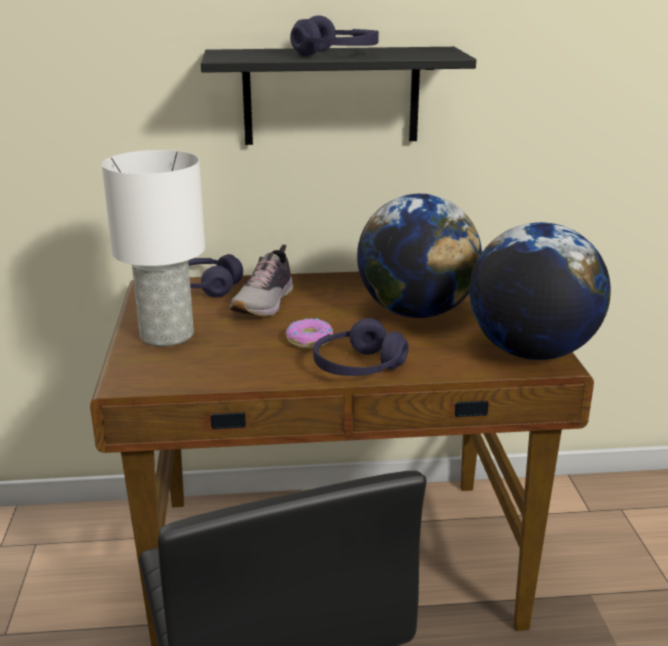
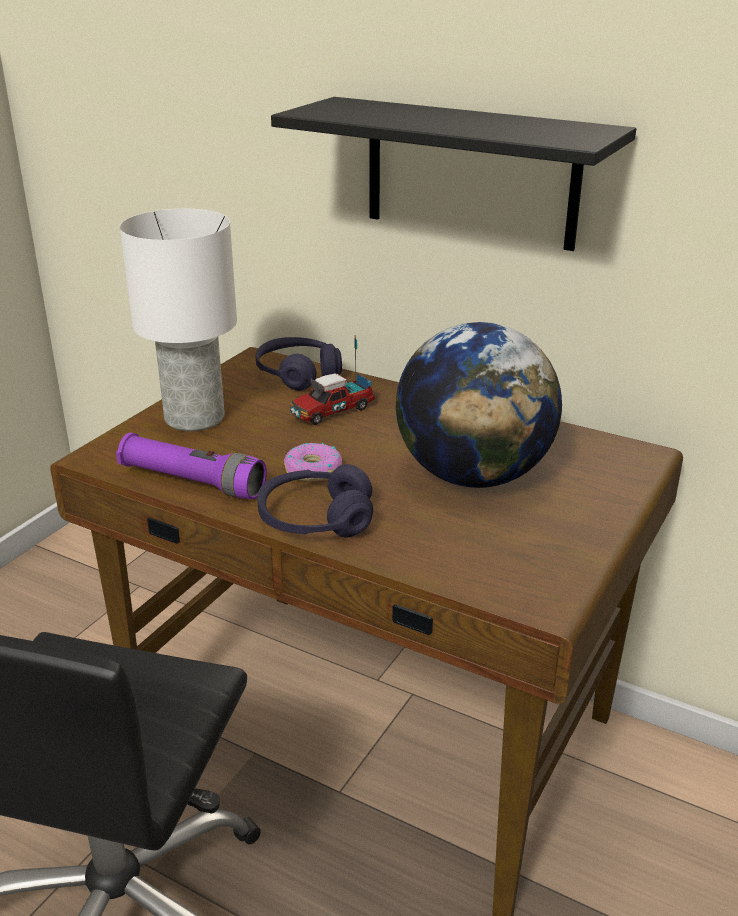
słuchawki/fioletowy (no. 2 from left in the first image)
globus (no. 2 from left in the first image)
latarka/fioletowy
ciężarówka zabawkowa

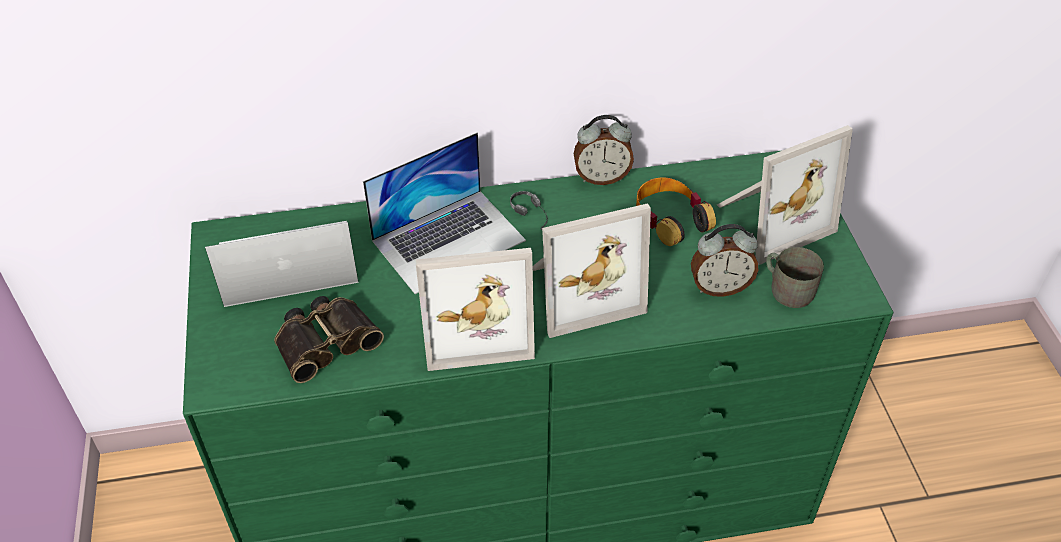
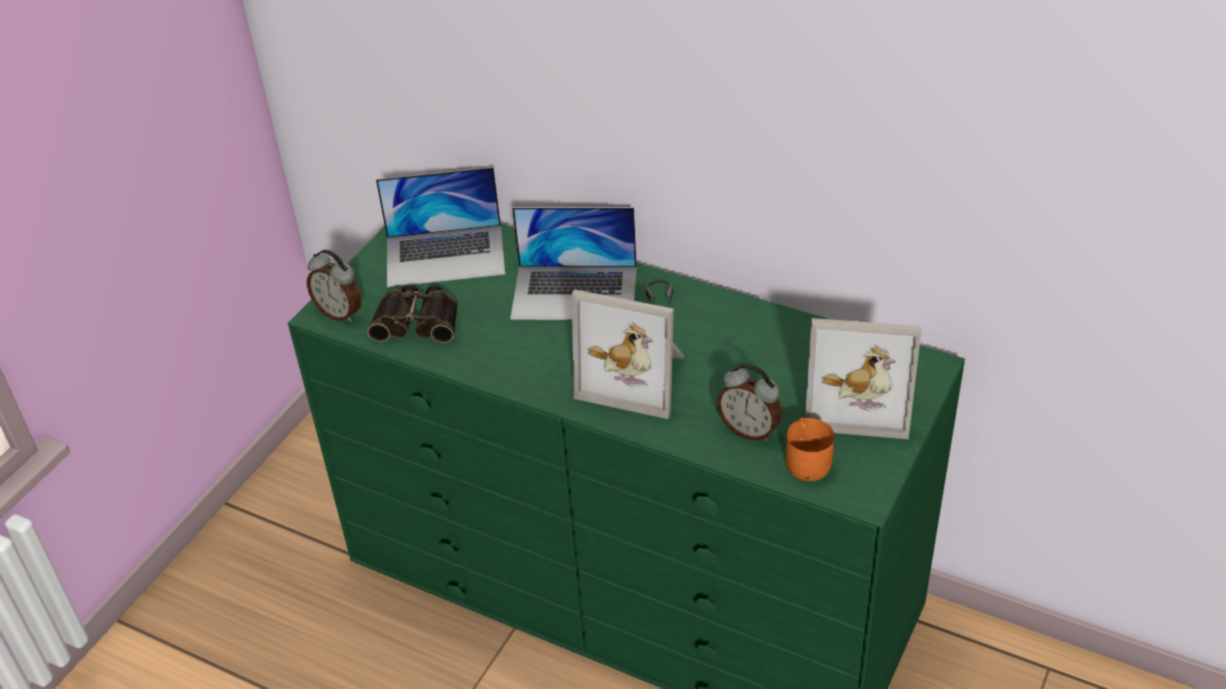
ramka na zdjęcie (no. 1 from left in the first image)
słuchawki (no. 2 from left in the first image)
budzik (no. 1 from left)
kubek/pomarańczowy
laptop (no. 1 from left)

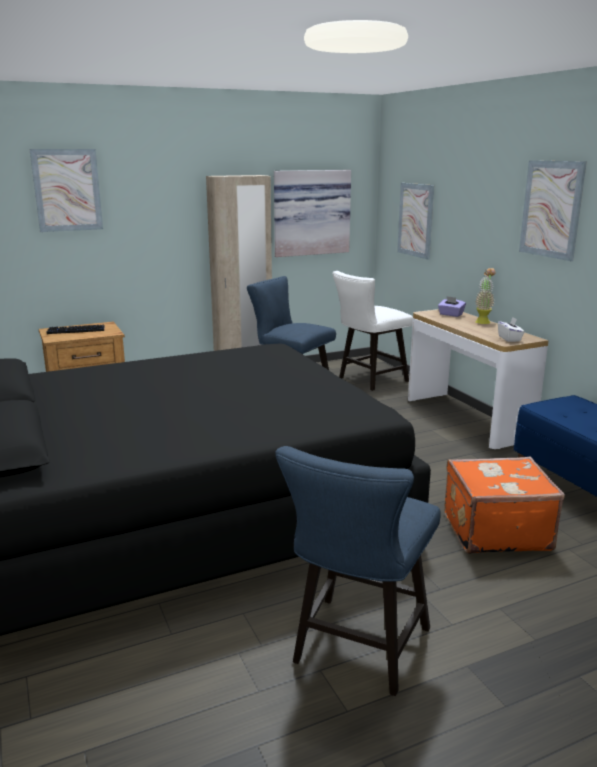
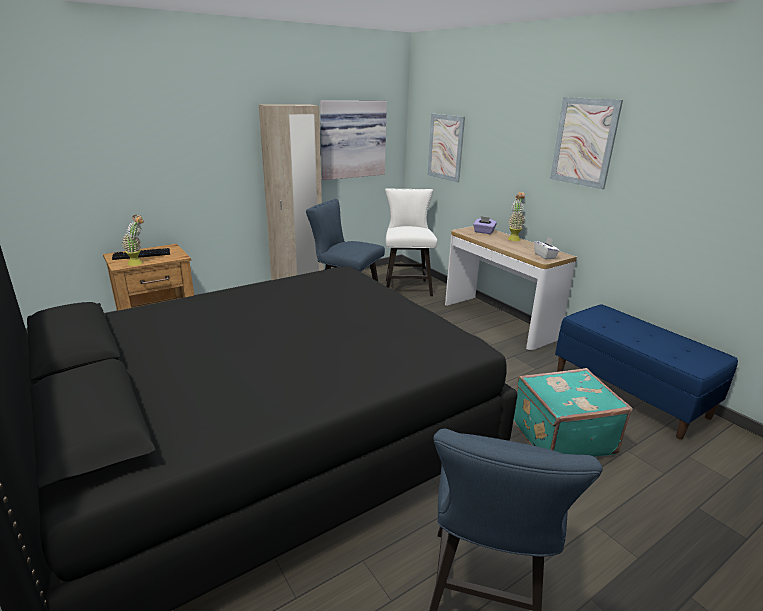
obraz (no. 1 from left in the first image)
roślina doniczkowa (no. 1 from left)
walizka/turkusowy
krzesło/biały

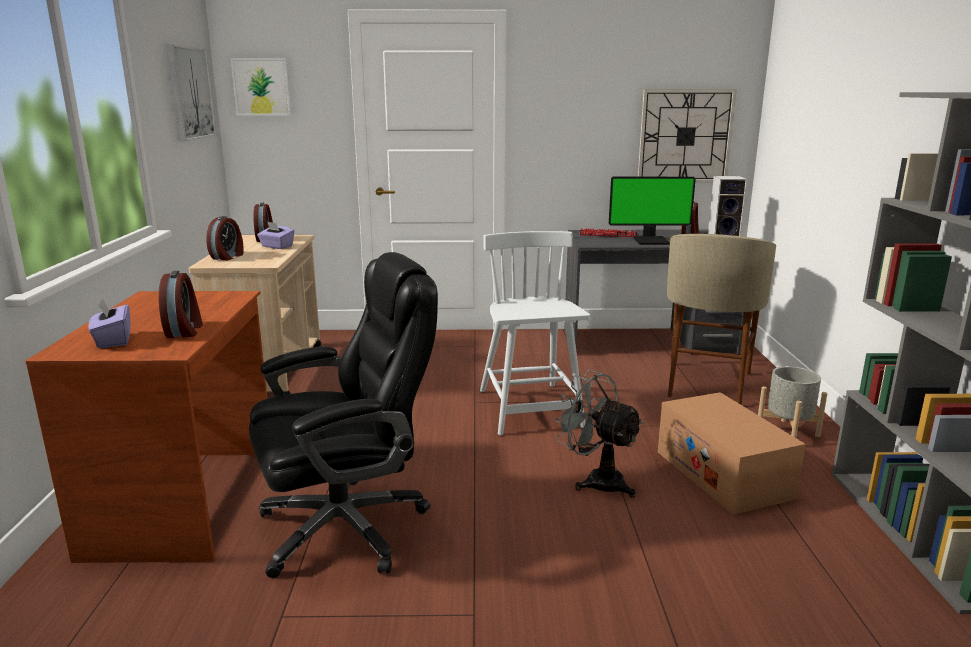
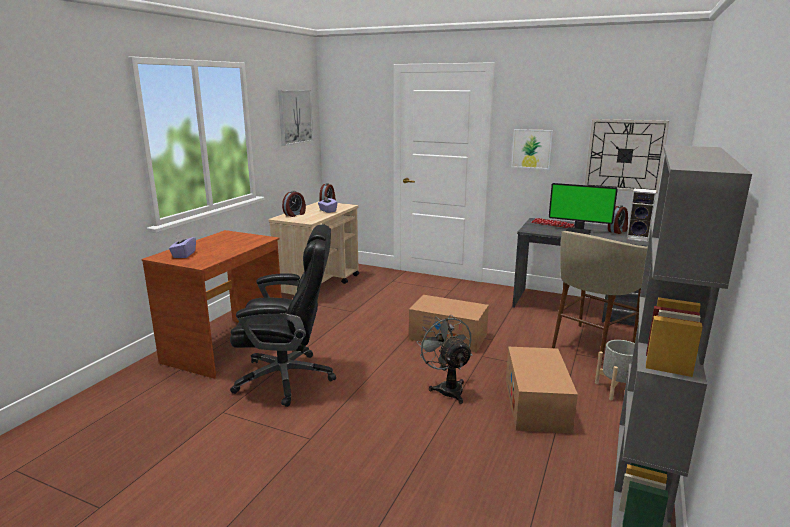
budzik (no. 1 from left in the first image)
obraz (no. 2 from left)
karton (no. 1 from left)

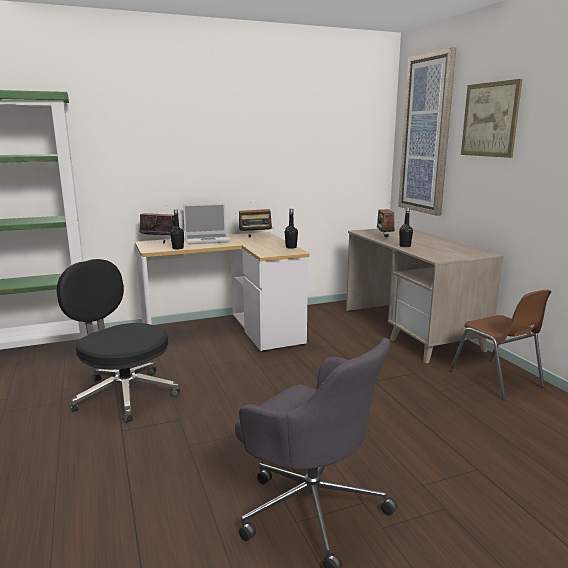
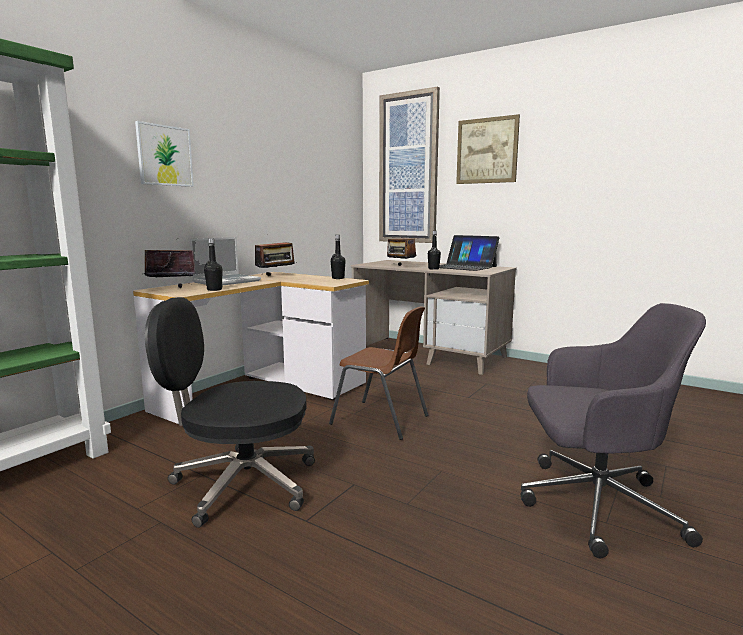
obraz (no. 1 from left)
laptop (no. 2 from left)
krzesło/brązowy

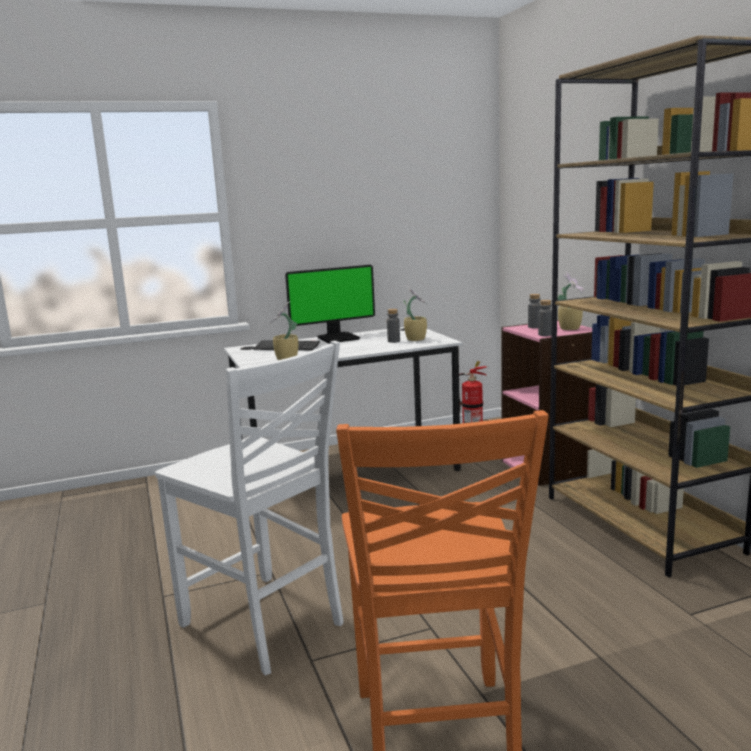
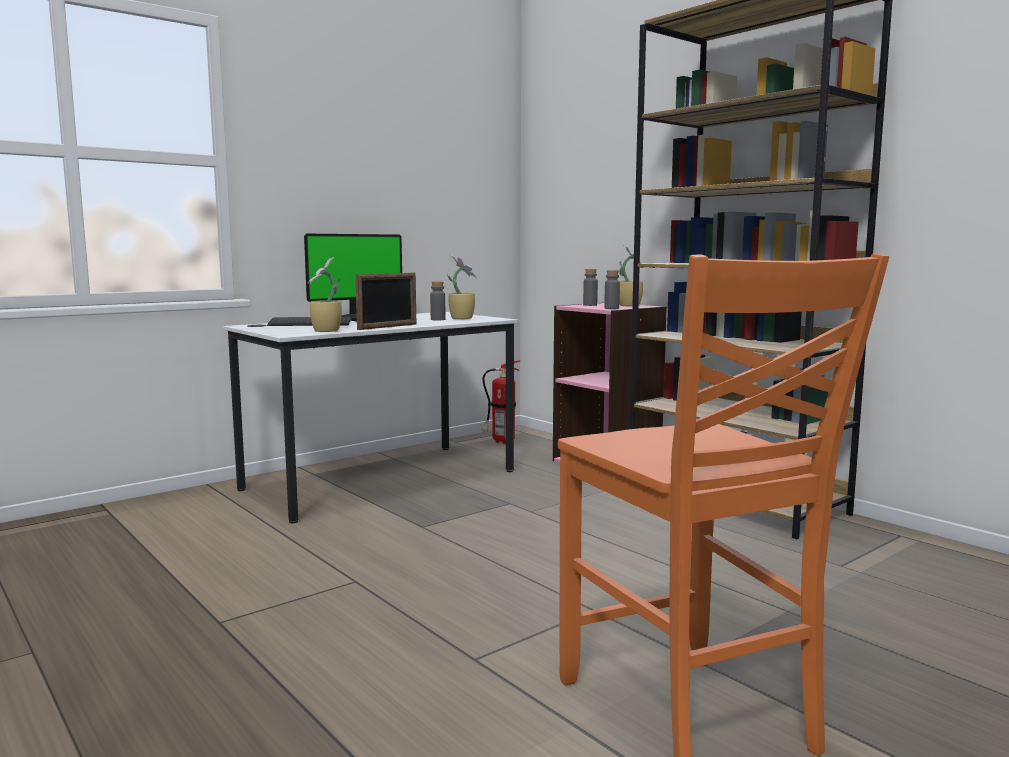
krzesło/biały
ramka na zdjęcie

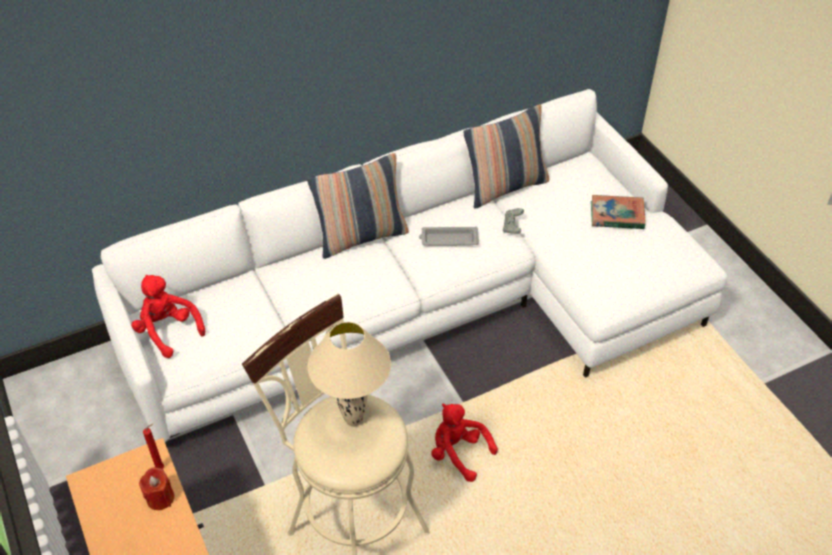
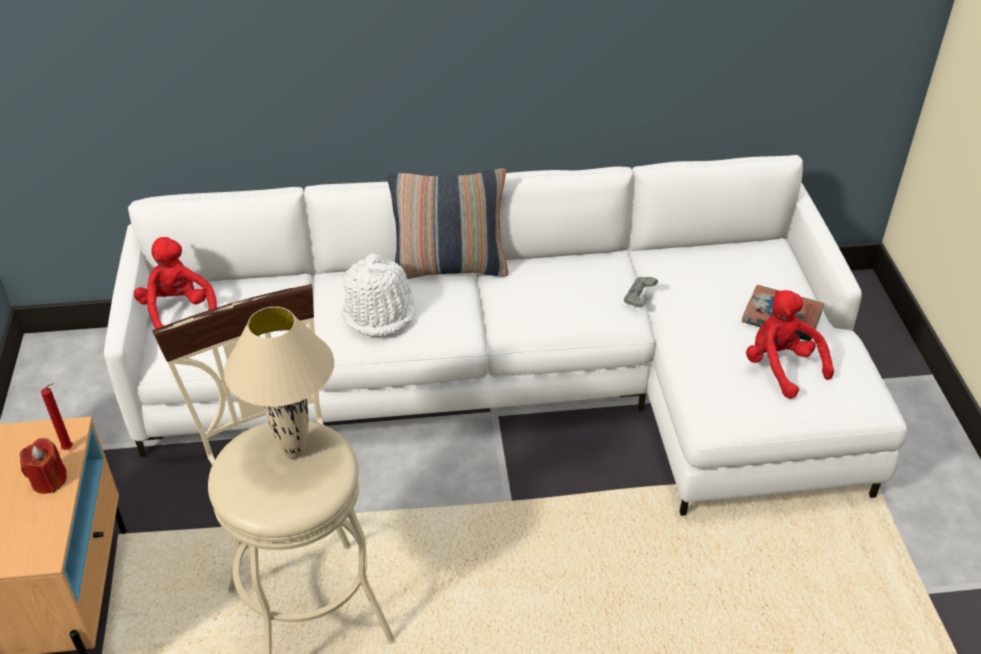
taca/szary
poduszka (no. 2 from left in the first image)
kapelusz/biały
pluszak/czerwony (no. 2 from left)

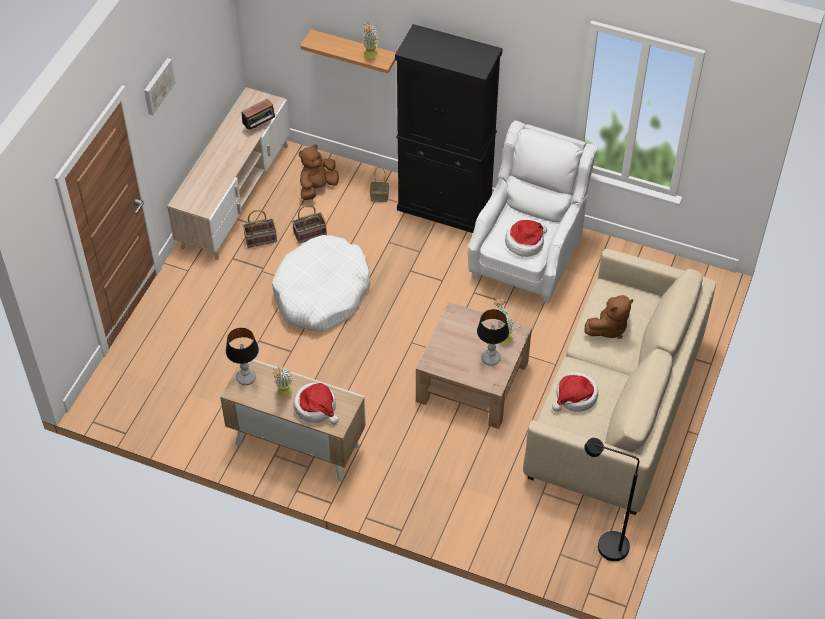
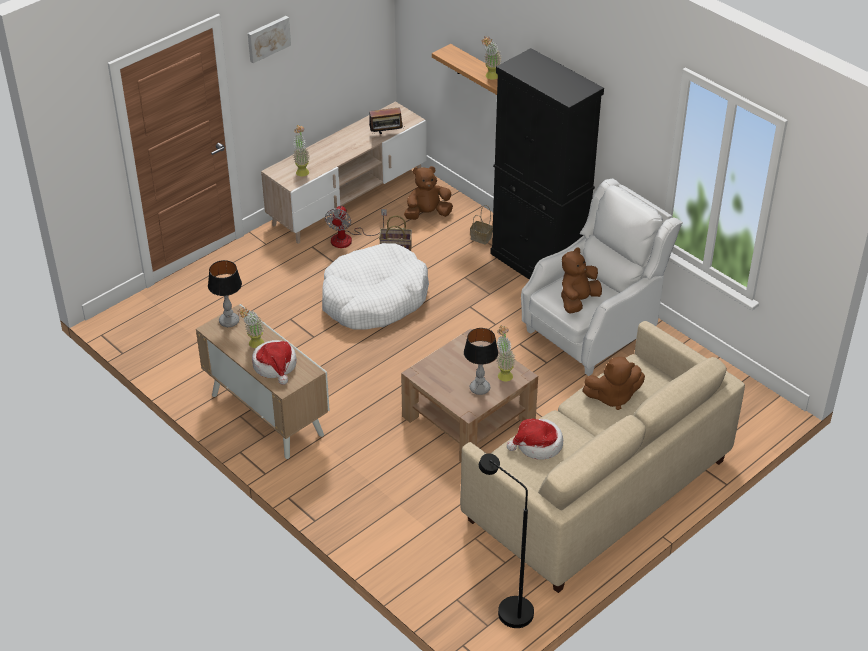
roślina doniczkowa (no. 2 from left)
wentylator
pluszak/brązowy (no. 2 from left)

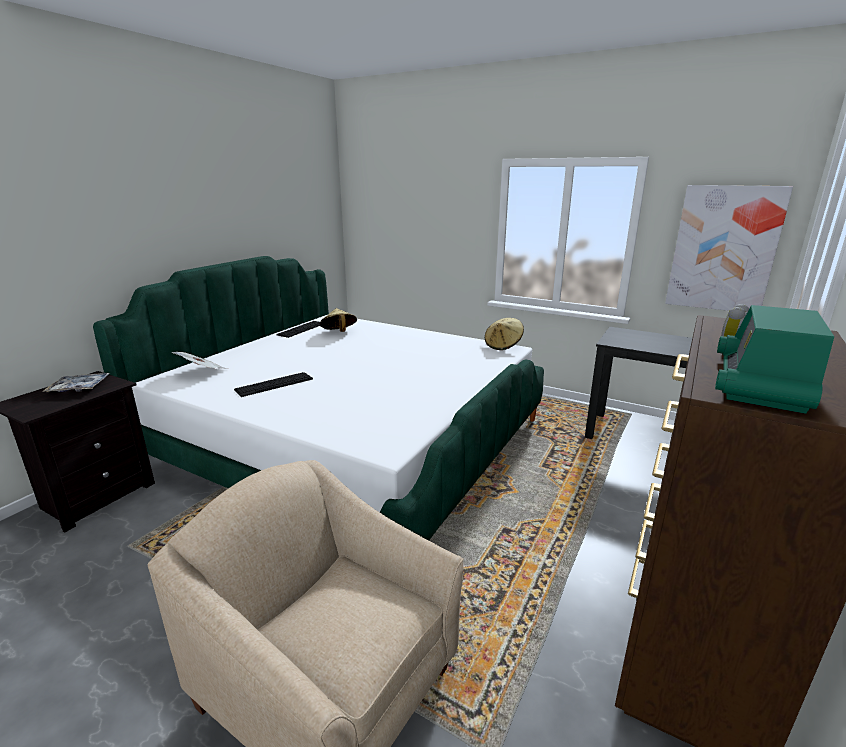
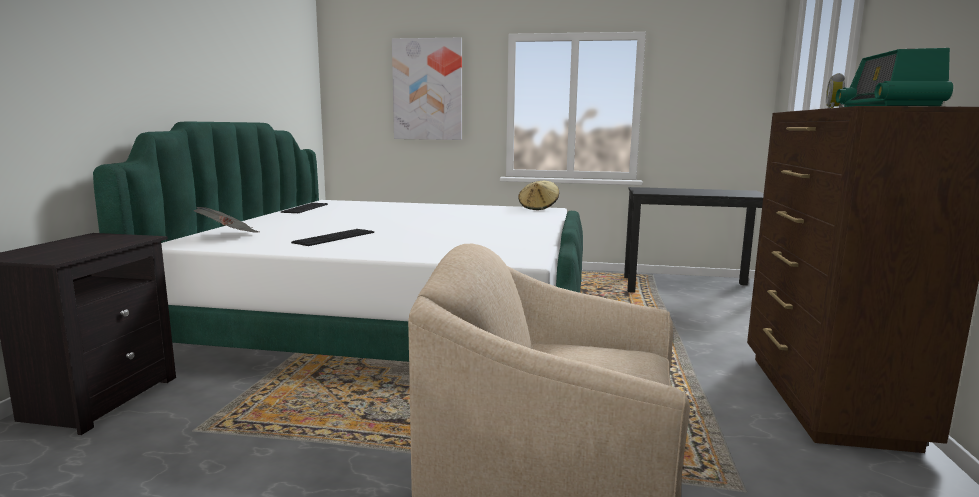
taca
kapelusz/beżowy (no. 1 from left in the first image)
obraz

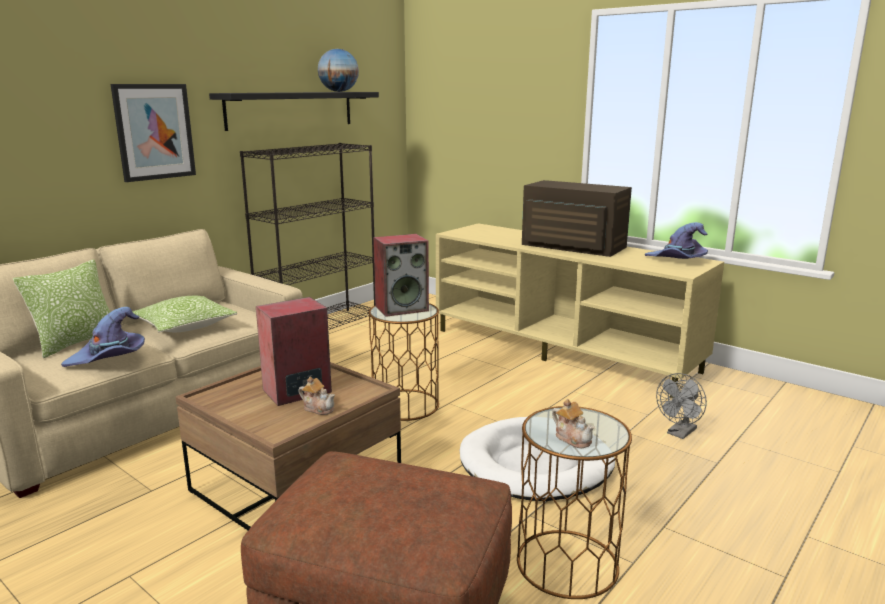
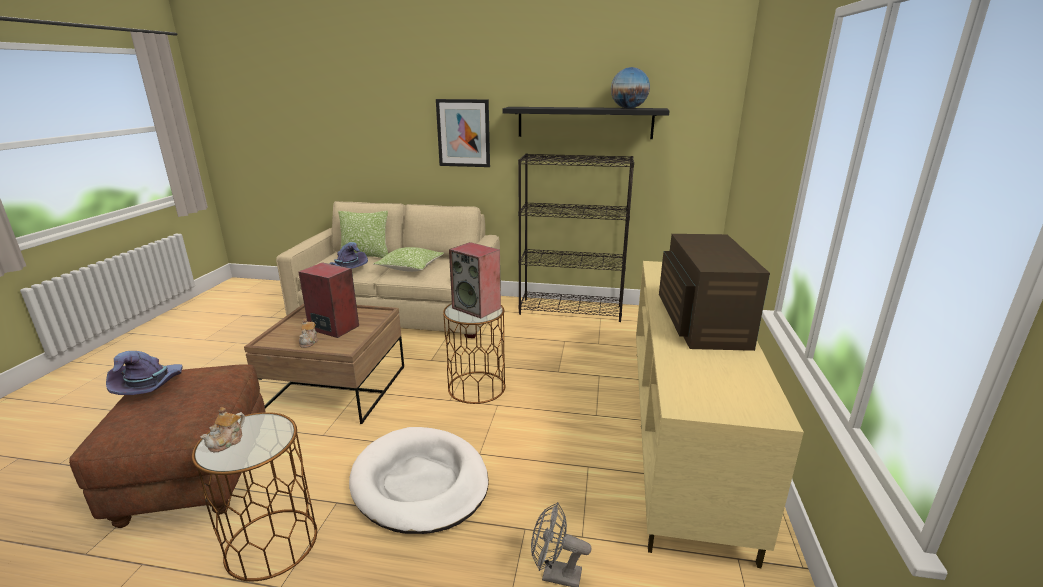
kapelusz/fioletowy (no. 1 from left)

